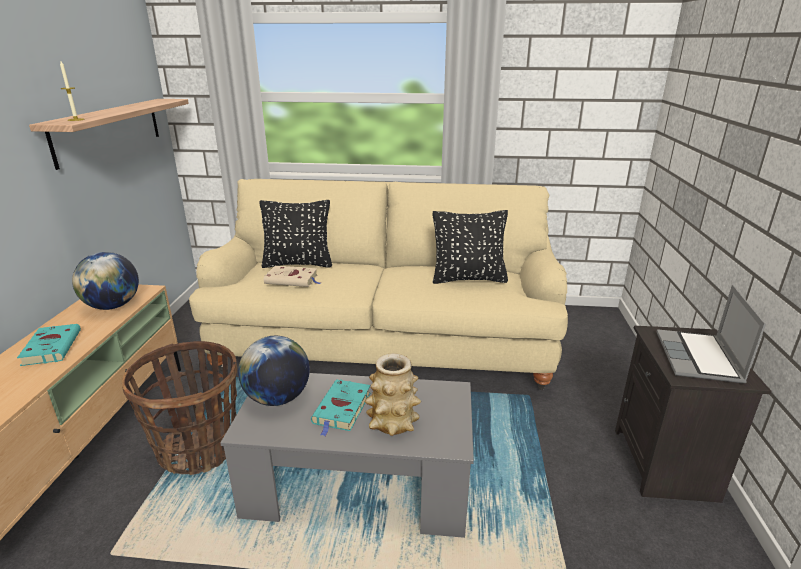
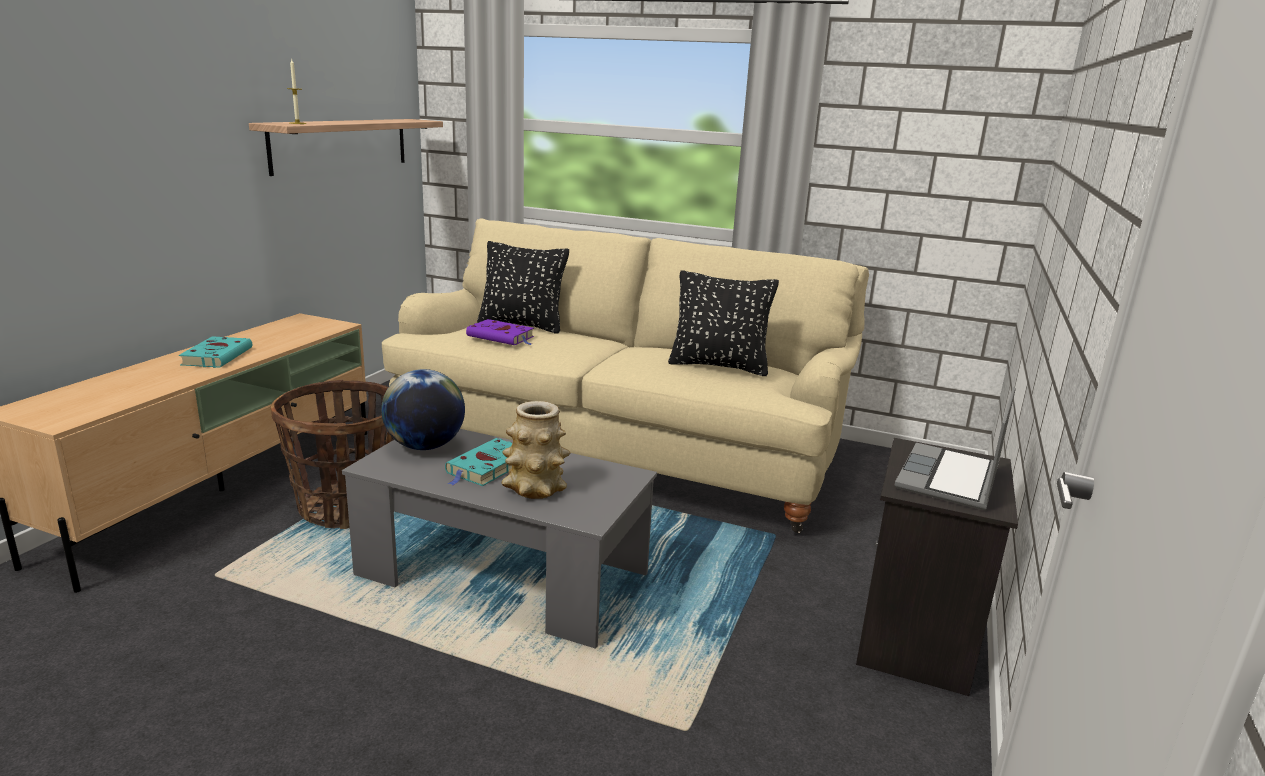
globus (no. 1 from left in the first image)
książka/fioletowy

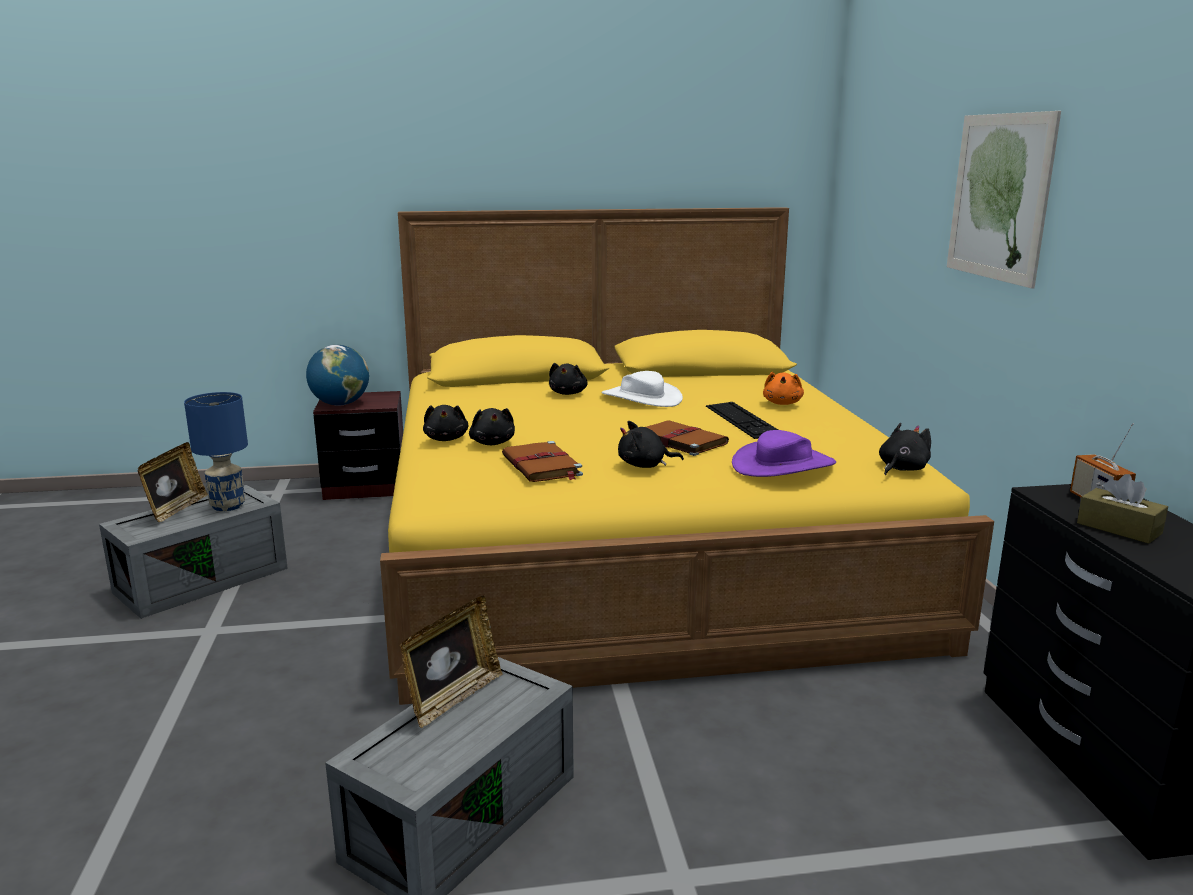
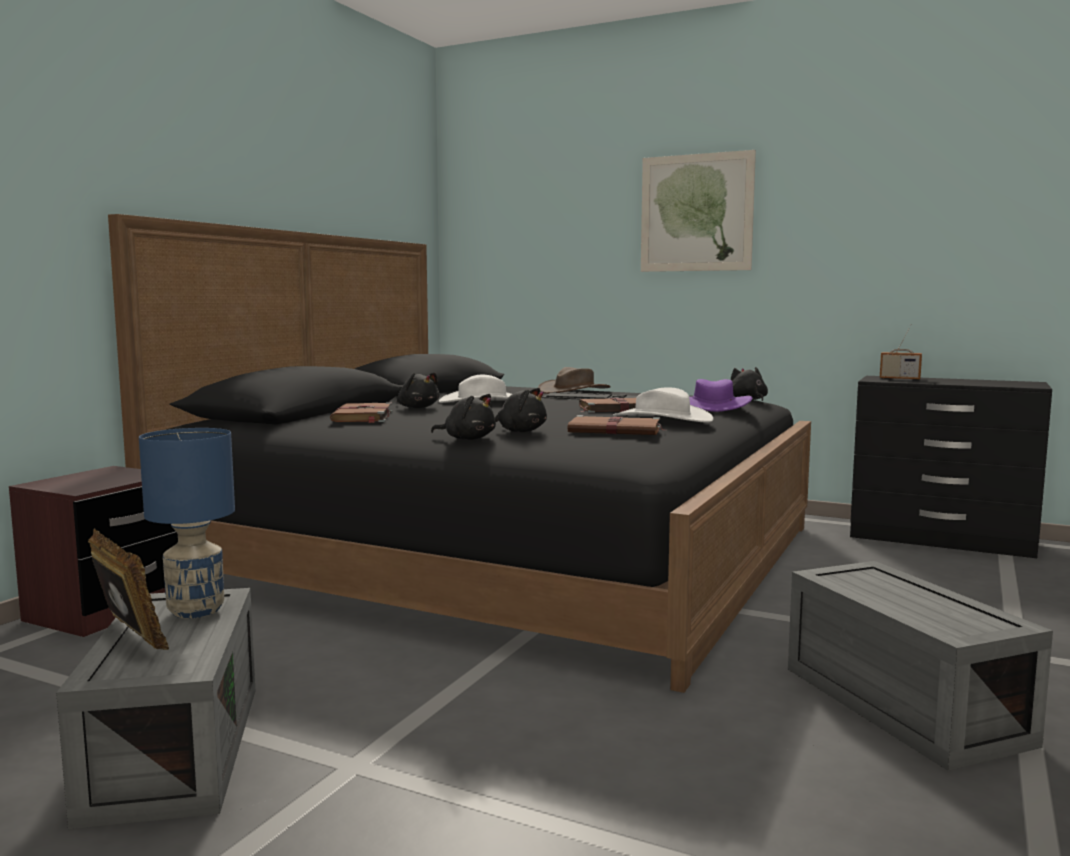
globus
ramka na zdjęcie (no. 2 from left in the first image)
pudełko chusteczek/brązowy
książka/brązowy (no. 1 from left)
kapelusz/biały (no. 2 from left)
kapelusz/brązowy
łóżko/czarny

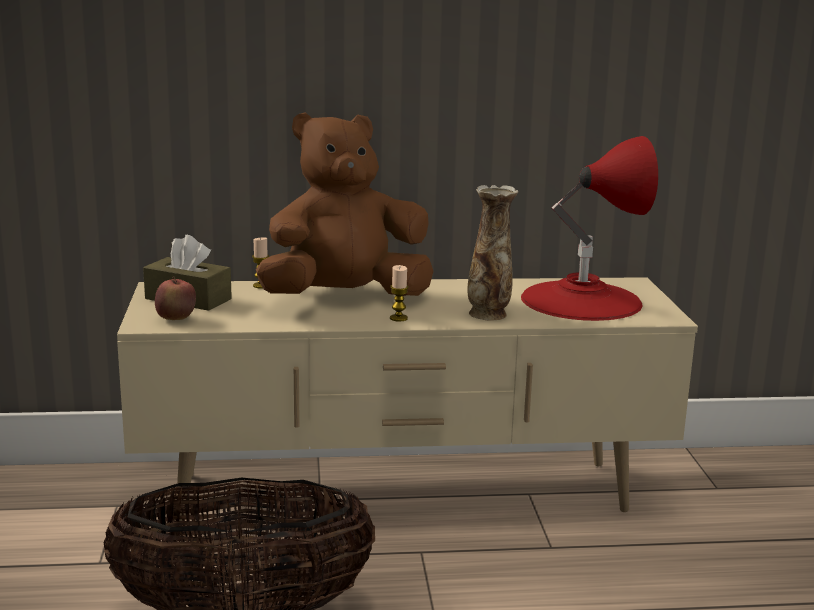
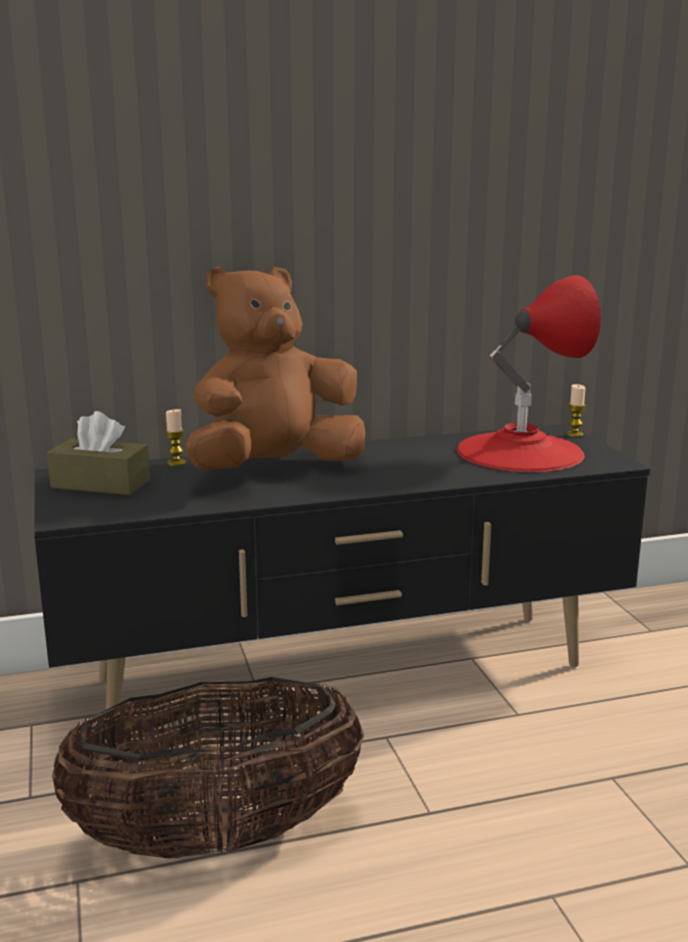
jabłko
wazon
świeca (no. 2 from left)
szafka pod telewizor/czarny

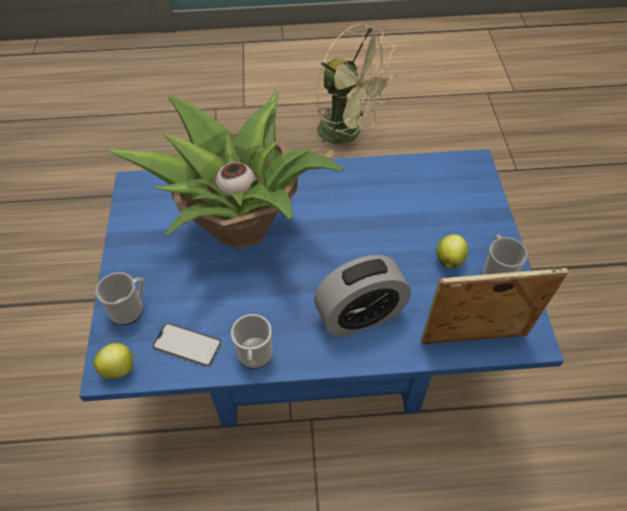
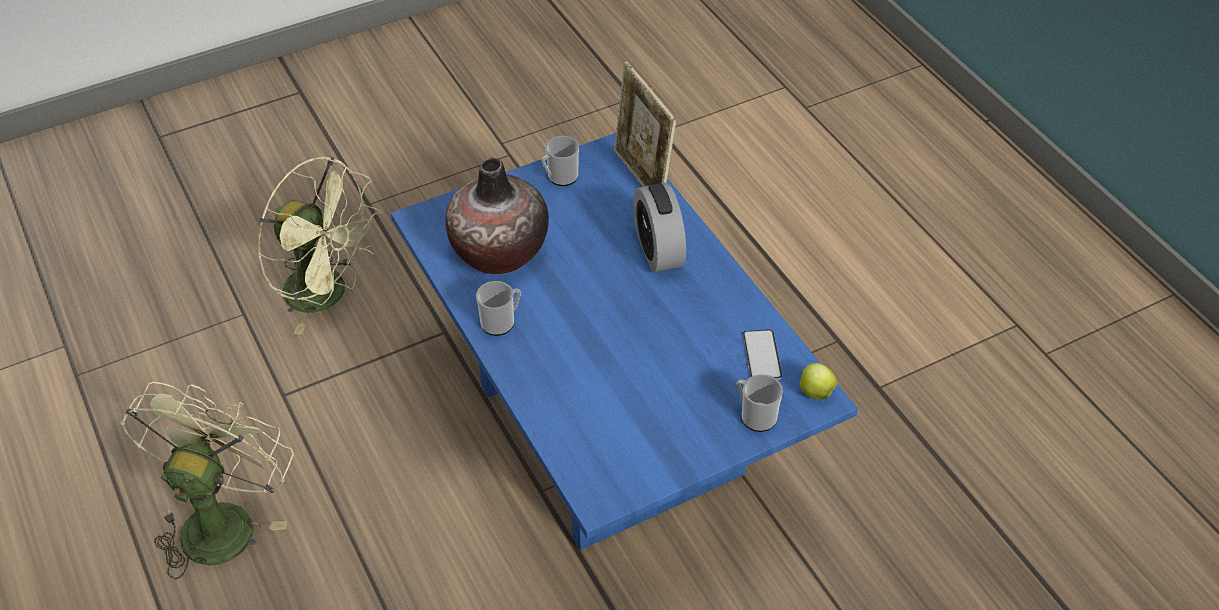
roślina doniczkowa
jabłko (no. 2 from left in the first image)
wentylator/zielony (no. 2 from left)
wazon
kubek (no. 1 from left)
budzik

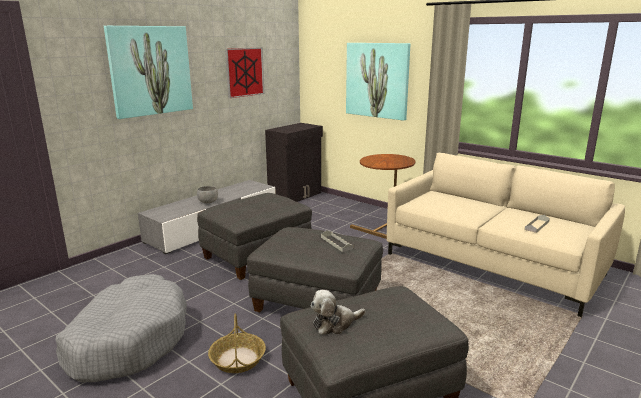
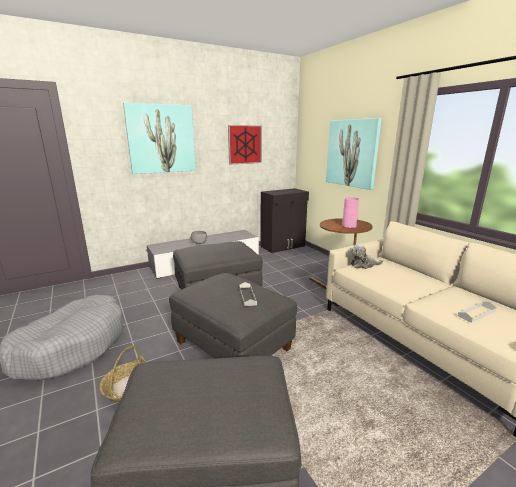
wazon/różowy
pluszak

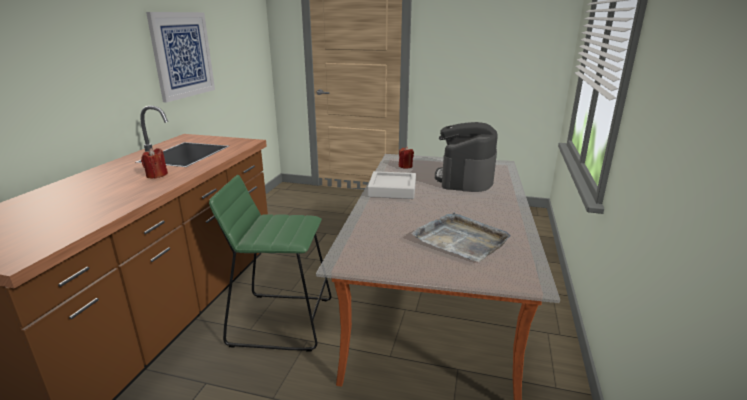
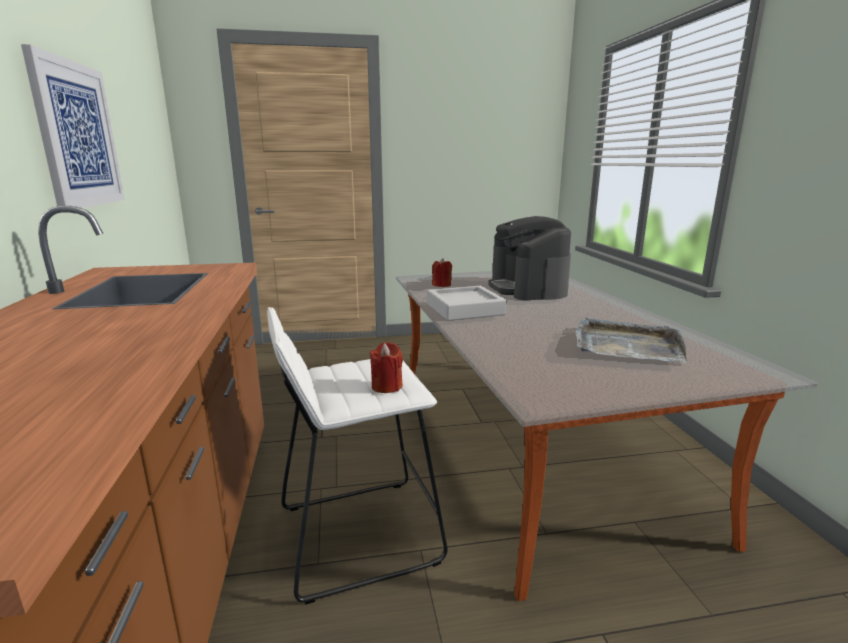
świeca/czerwony (no. 1 from left)
stołek/biały

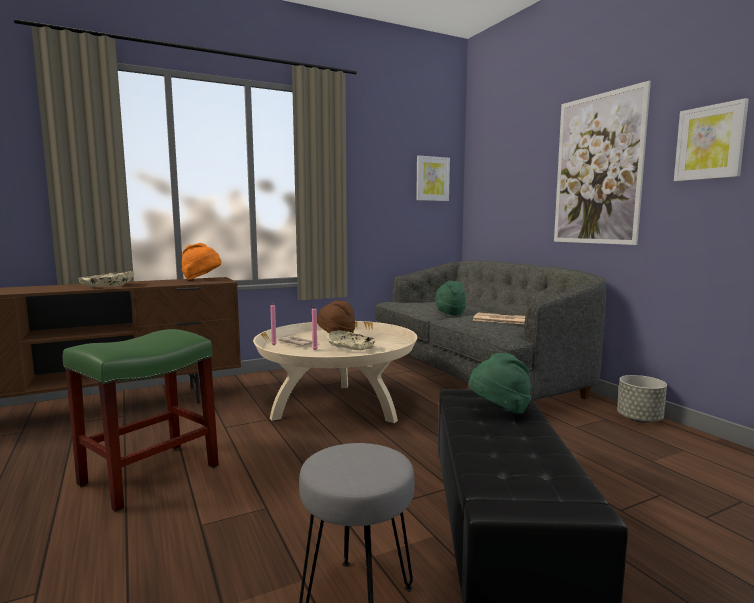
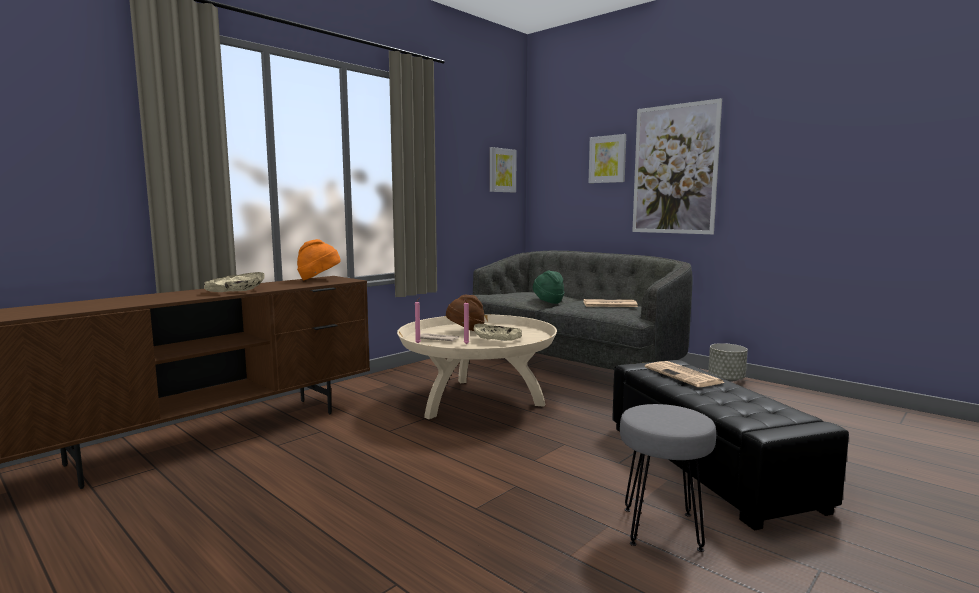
stołek/zielony
obraz (no. 2 from left)
gazeta (no. 3 from left)

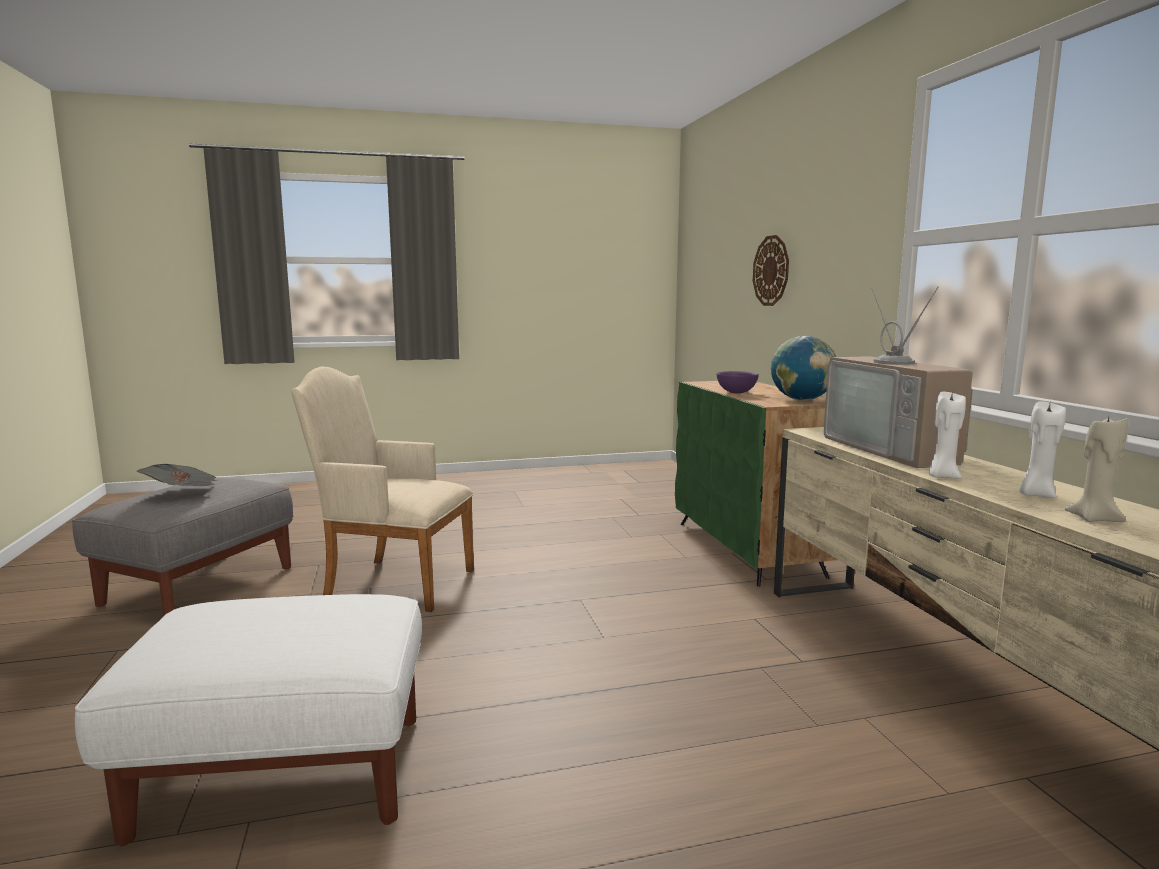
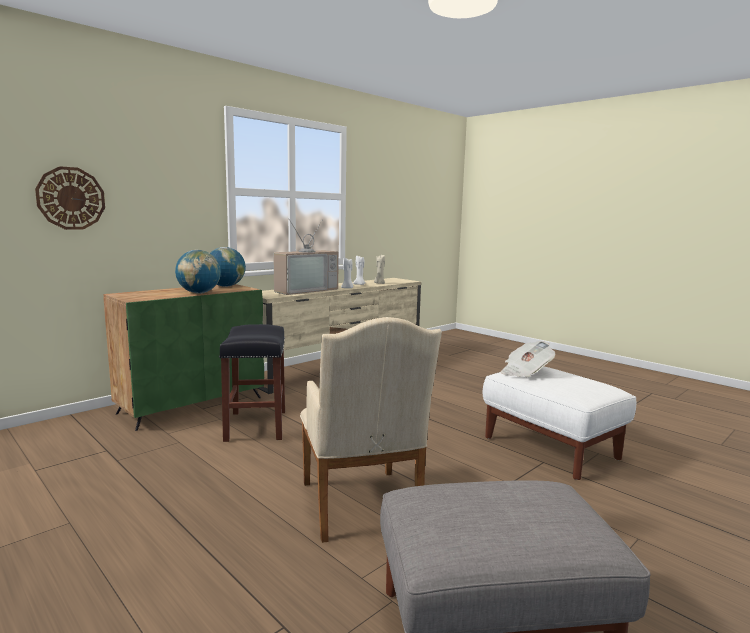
stołek/czarny
gazeta
globus (no. 1 from left)

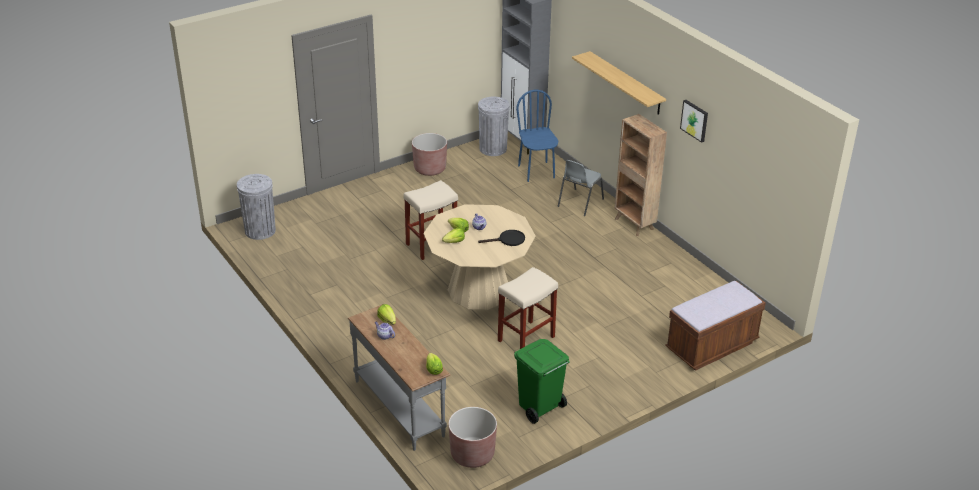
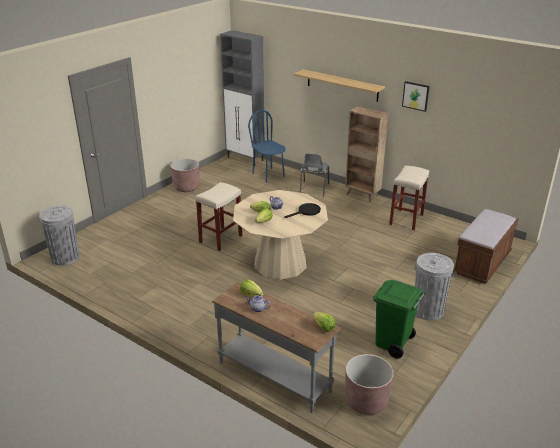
kosz na śmieci/szary (no. 2 from left)
stołek/beżowy (no. 2 from left)

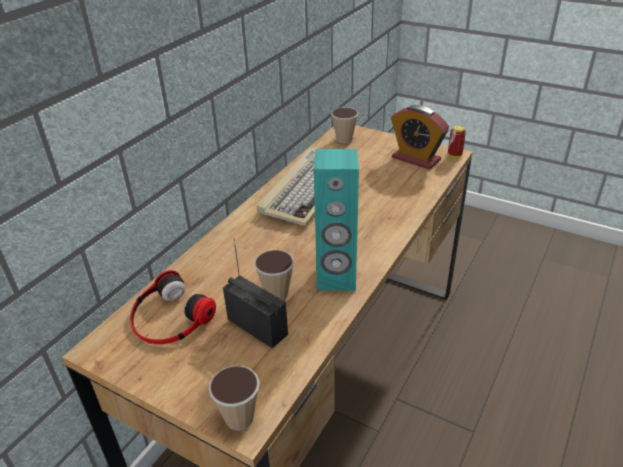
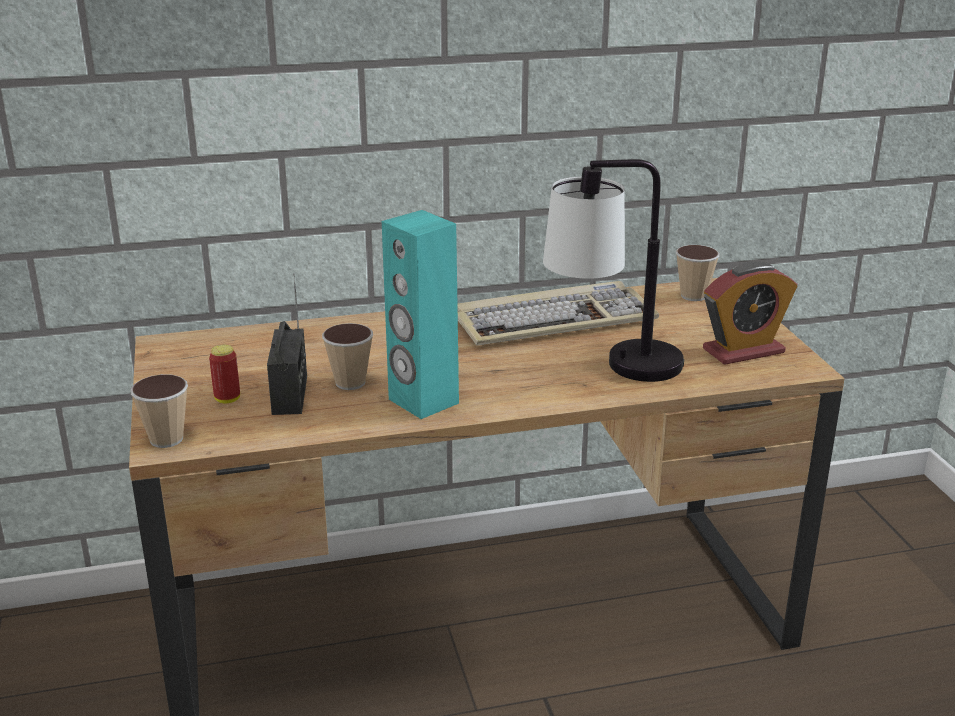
słuchawki
lampa stołowa
puszka
budzik

